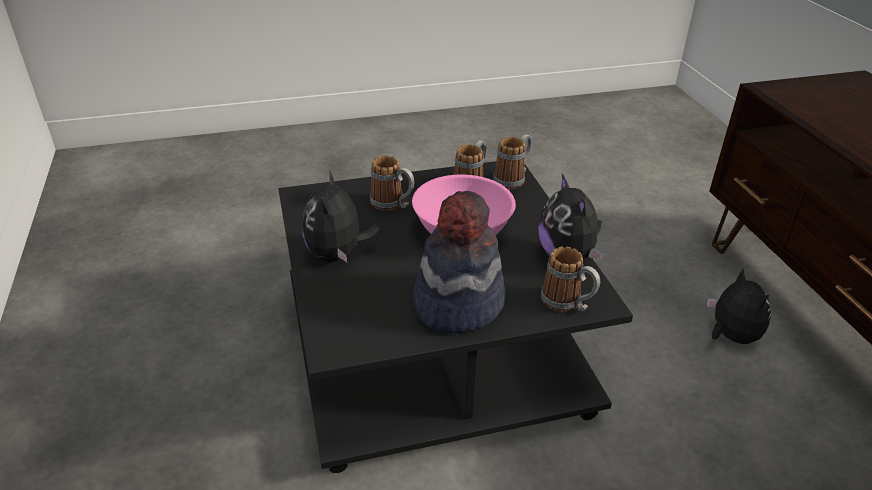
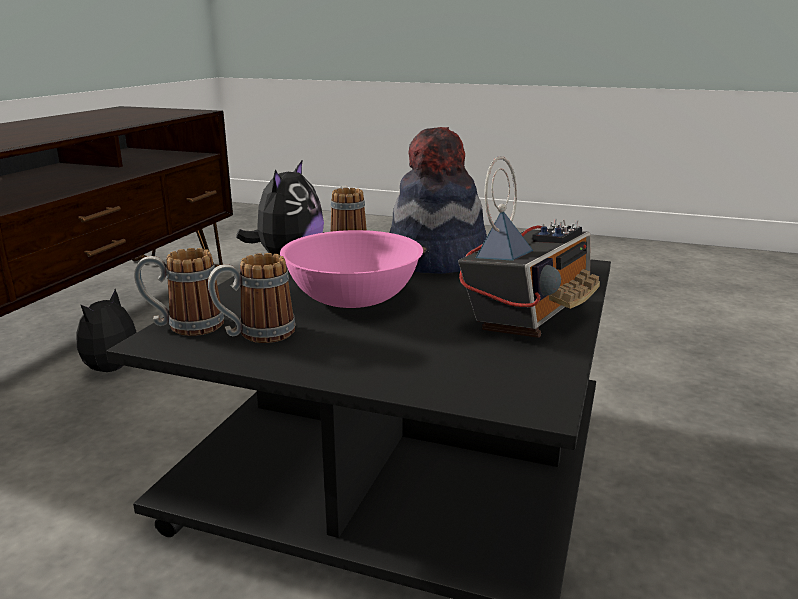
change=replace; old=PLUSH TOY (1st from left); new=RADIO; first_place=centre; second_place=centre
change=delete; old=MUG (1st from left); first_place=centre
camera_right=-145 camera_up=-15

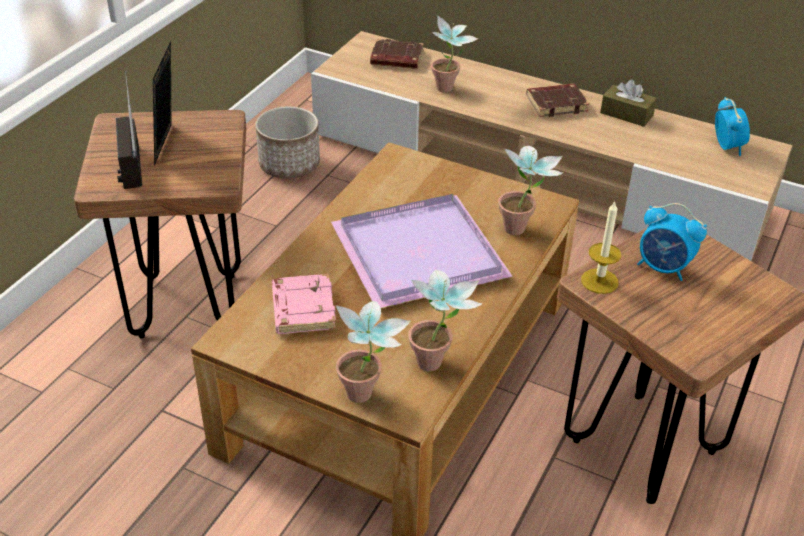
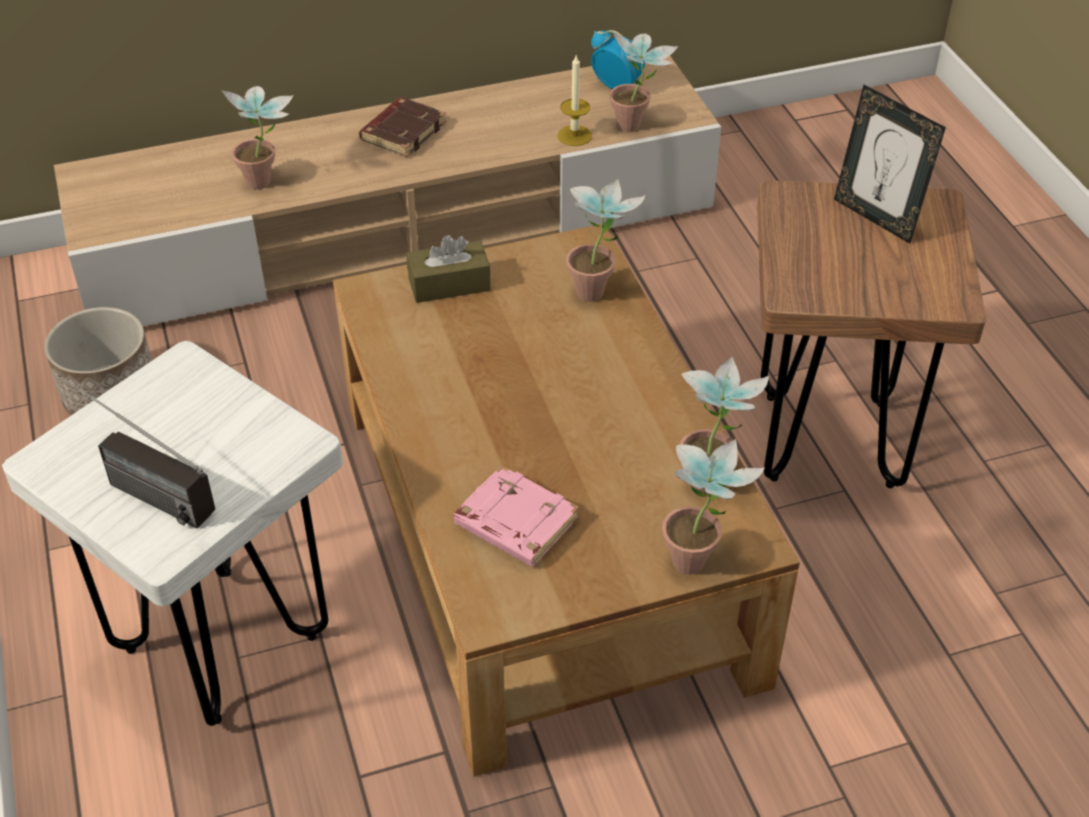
change=recolor; old=BROWN STOOL (1st from left); new=WHITE STOOL; first_place=middle left; second_place=middle left
change=move; old=BROWN TISSUE BOX; first_place=top right; second_place=top centre
change=move; old=CANDLE; first_place=middle right; second_place=top centre
change=insert; new=POTTED PLANT (3rd from left); second_place=top centre
change=move; old=PICTURE FRAME; first_place=top left; second_place=top right
change=delete; old=PURPLE TRAY; first_place=centre
change=delete; old=BROWN BOOK (1st from left); first_place=top centre
change=delete; old=ALARM CLOCK (1st from left); first_place=middle right
camera_right=-45 camera_up=5

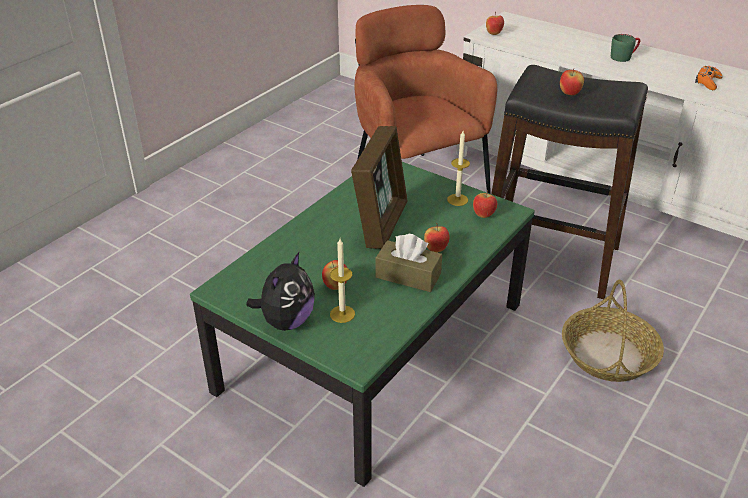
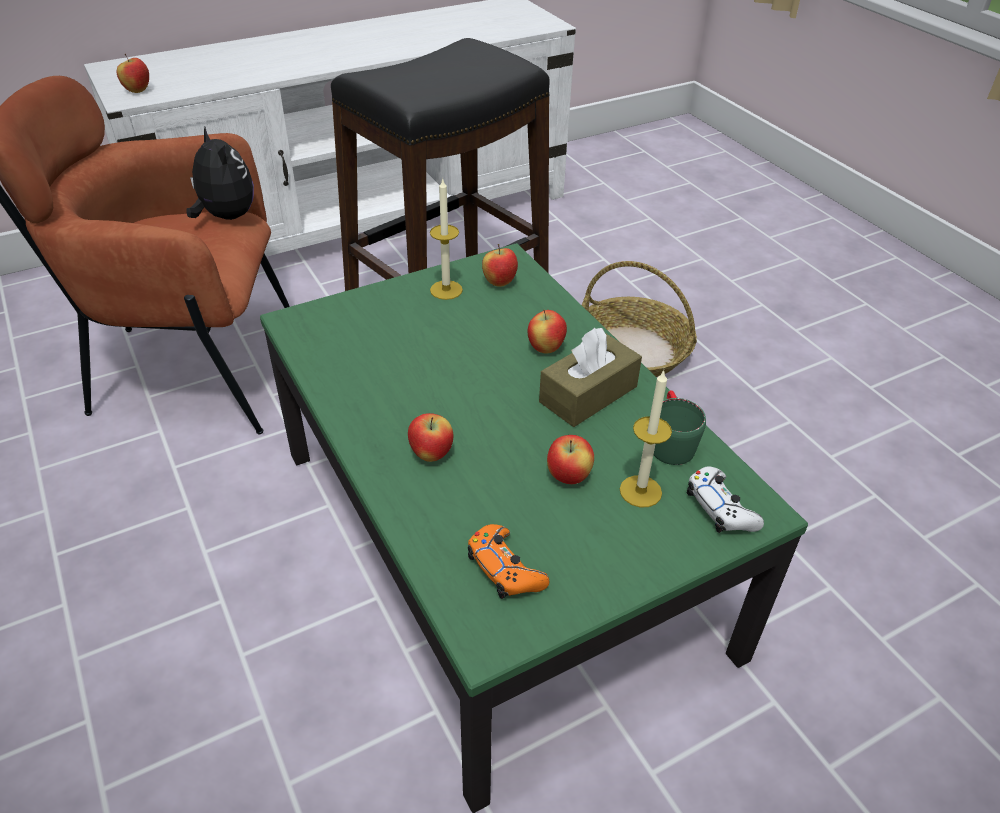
change=move; old=PLUSH TOY; first_place=centre; second_place=top left
change=move; old=APPLE (5th from left in the first image); new=APPLE (2nd from left); first_place=top right; second_place=centre
change=move; old=ORANGE GAME CONTROLLER; first_place=top right; second_place=bottom centre
change=move; old=GREEN MUG; first_place=top right; second_place=middle right
change=insert; new=WHITE GAME CONTROLLER; second_place=middle right
change=delete; old=PICTURE FRAME; first_place=centre
camera_right=-65 camera_up=5

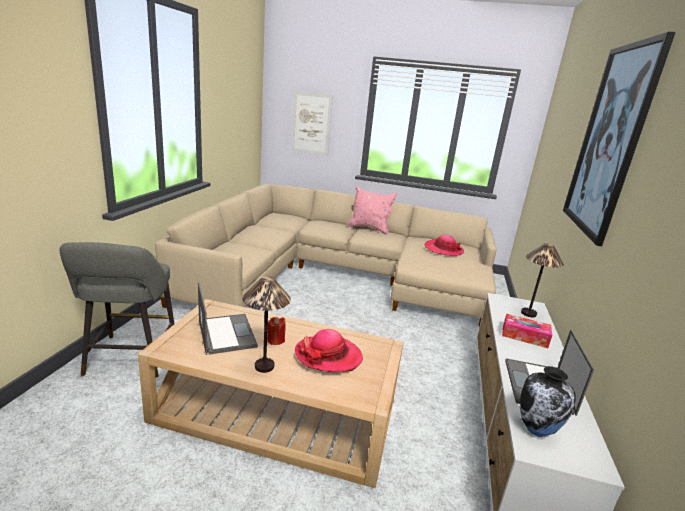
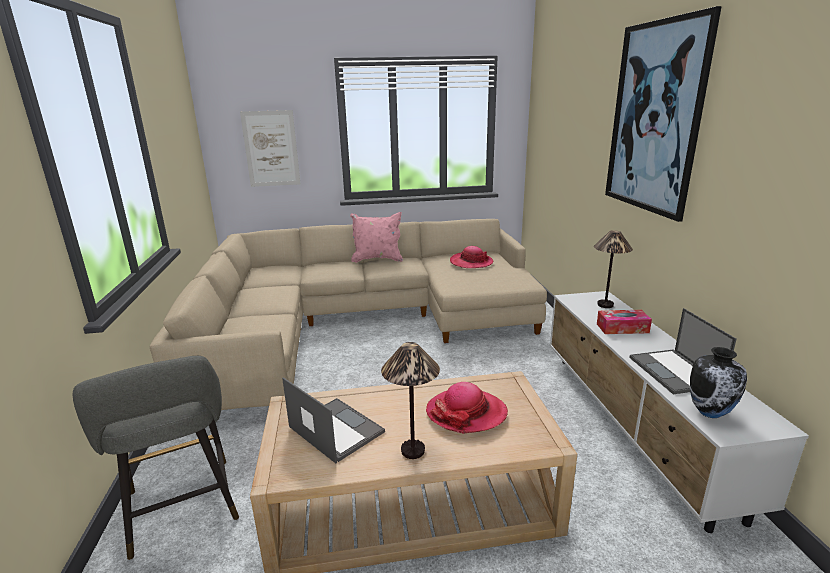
change=delete; old=RED CANDLE; first_place=centre
camera_right=-20 camera_up=0

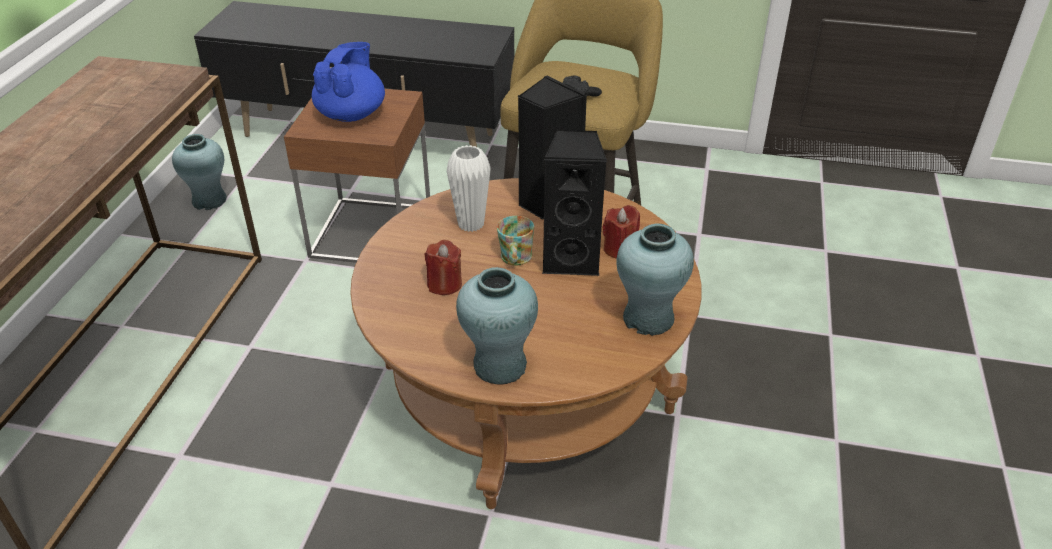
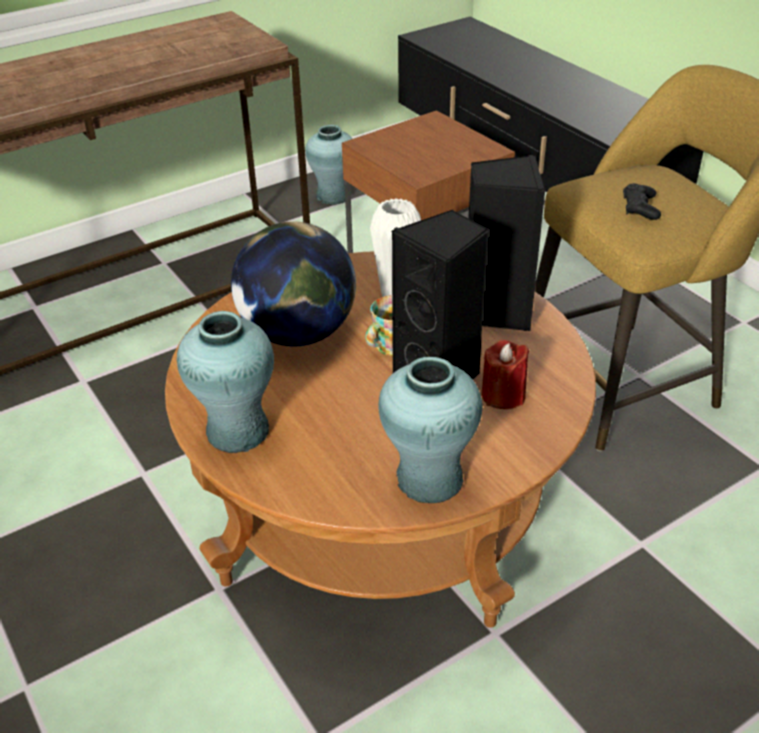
change=replace; old=RED CANDLE (1st from left); new=GLOBE; first_place=centre; second_place=centre
change=delete; old=BLUE TEAPOT; first_place=top left
camera_right=45 camera_up=0

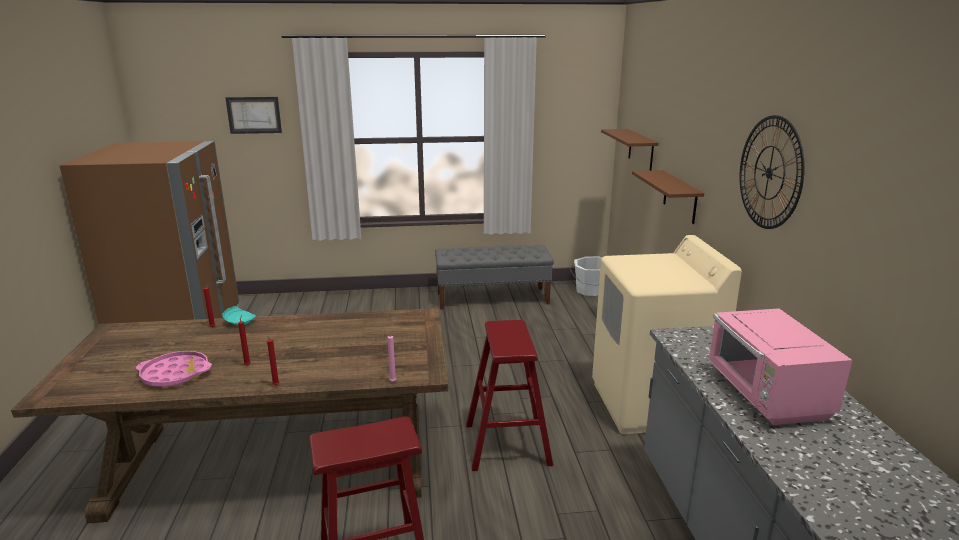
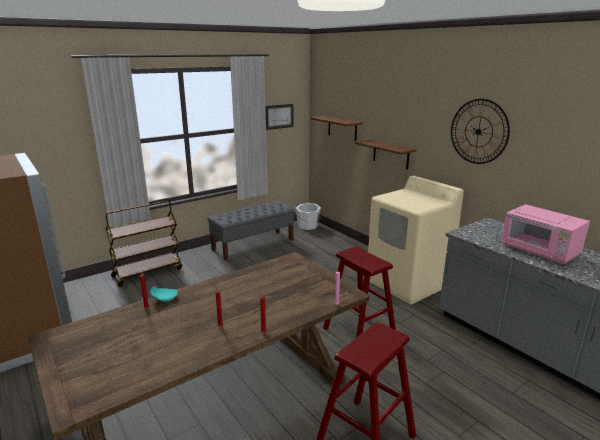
change=insert; new=BROWN CART; second_place=middle left
change=move; old=PICTURE; first_place=top left; second_place=top centre
change=delete; old=PINK TRAY; first_place=bottom left
camera_right=-30 camera_up=0

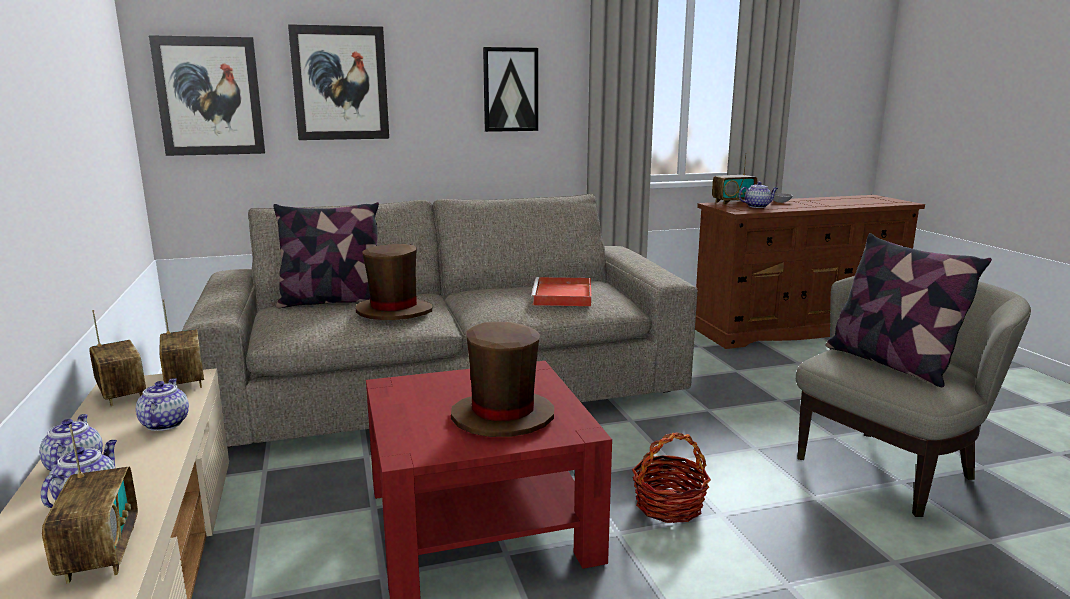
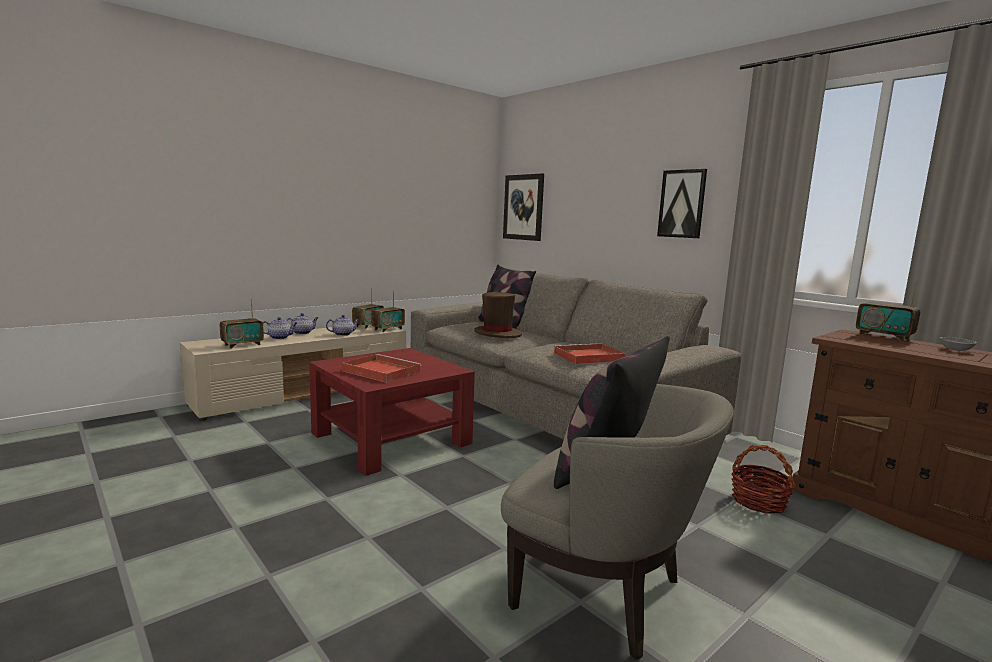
change=replace; old=BROWN HAT (2nd from left); new=RED TRAY (1st from left); first_place=centre; second_place=centre
change=move; old=BASKET; first_place=bottom centre; second_place=bottom right
change=delete; old=PICTURE (2nd from left); first_place=top left
change=delete; old=TEAPOT (4th from left); first_place=top right
camera_right=65 camera_up=-5

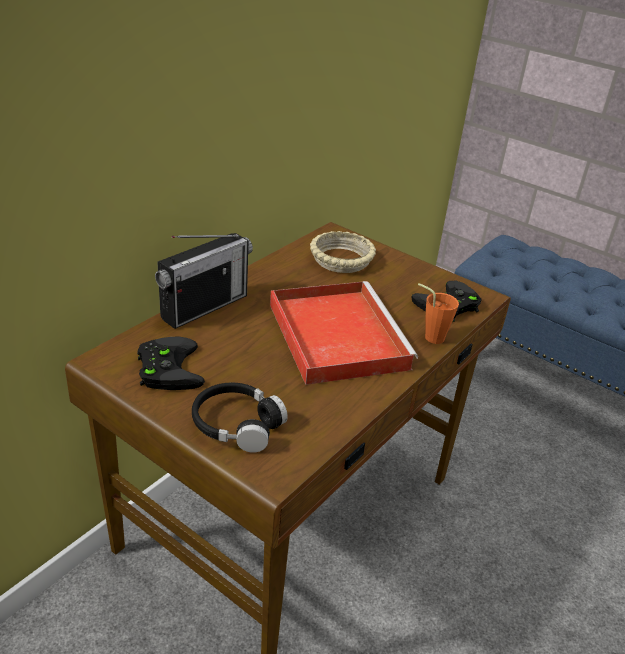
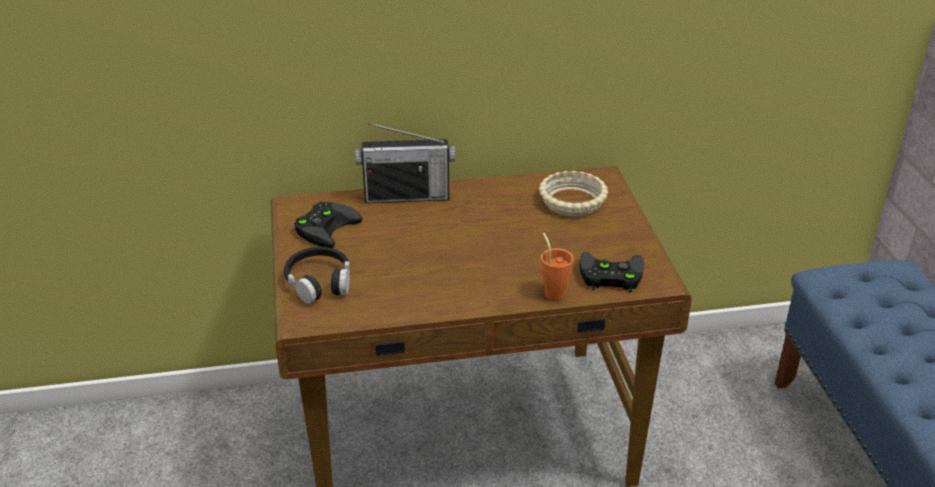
change=delete; old=RED TRAY; first_place=centre
camera_right=45 camera_up=0

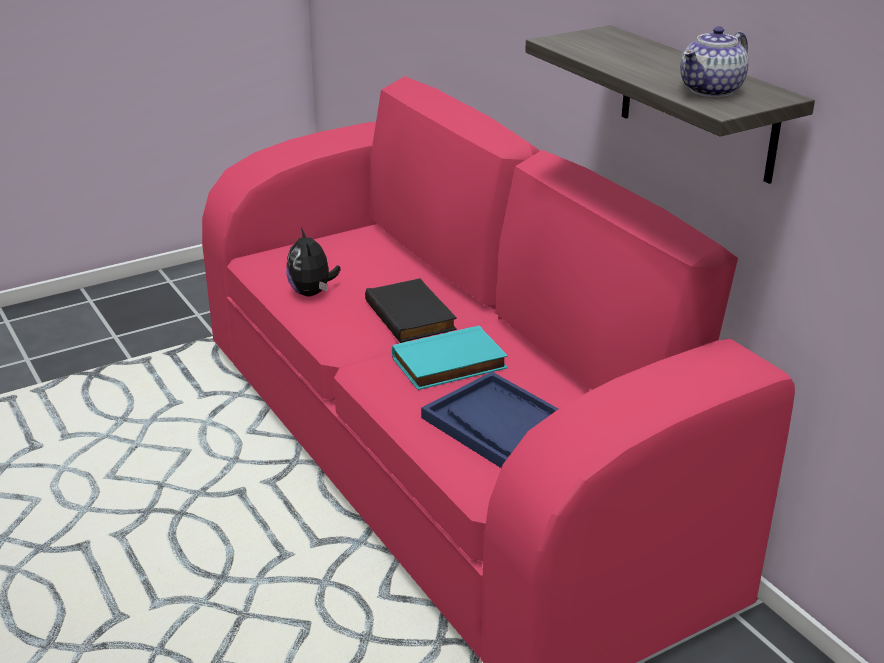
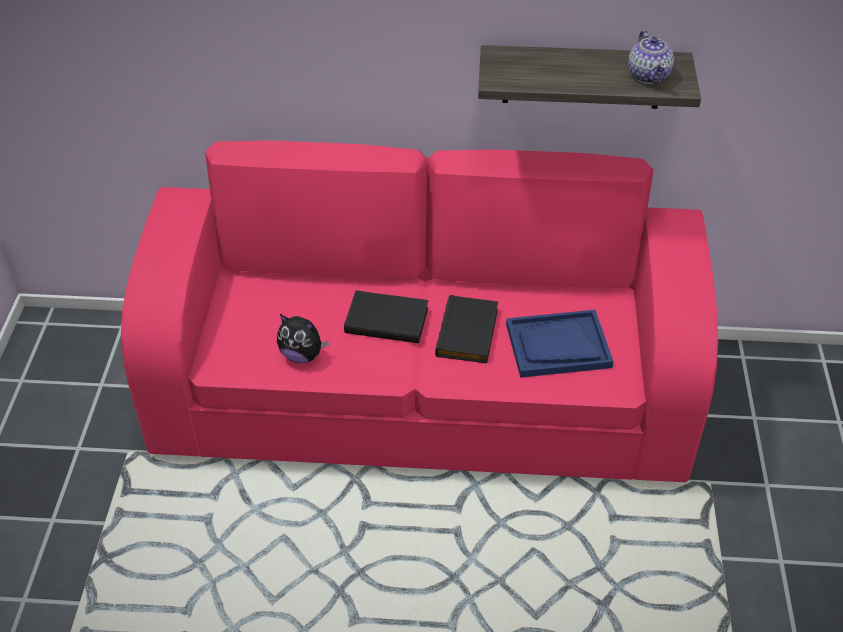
change=recolor; old=TURQUOISE BOOK; new=BLACK BOOK (2nd from left); first_place=centre; second_place=centre
camera_right=-55 camera_up=15

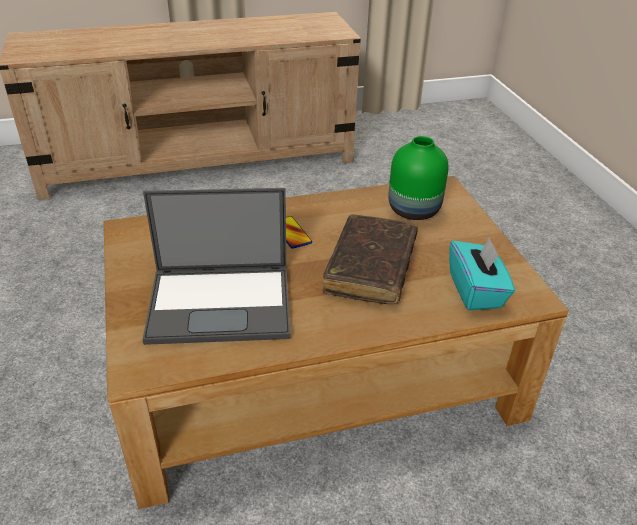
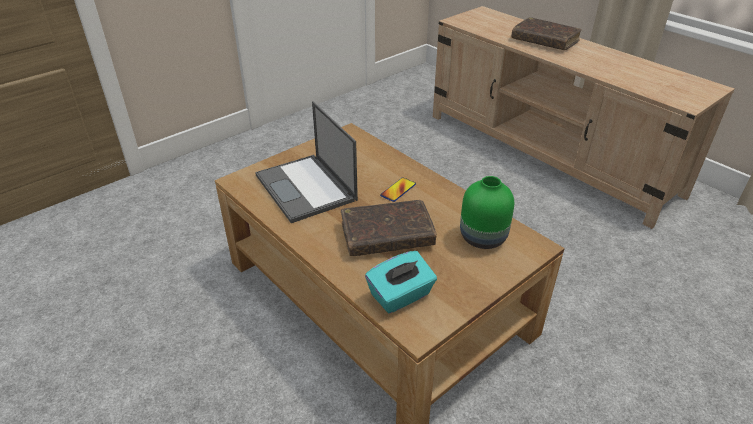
change=insert; new=BROWN BOOK (2nd from left); second_place=top right
camera_right=65 camera_up=0

